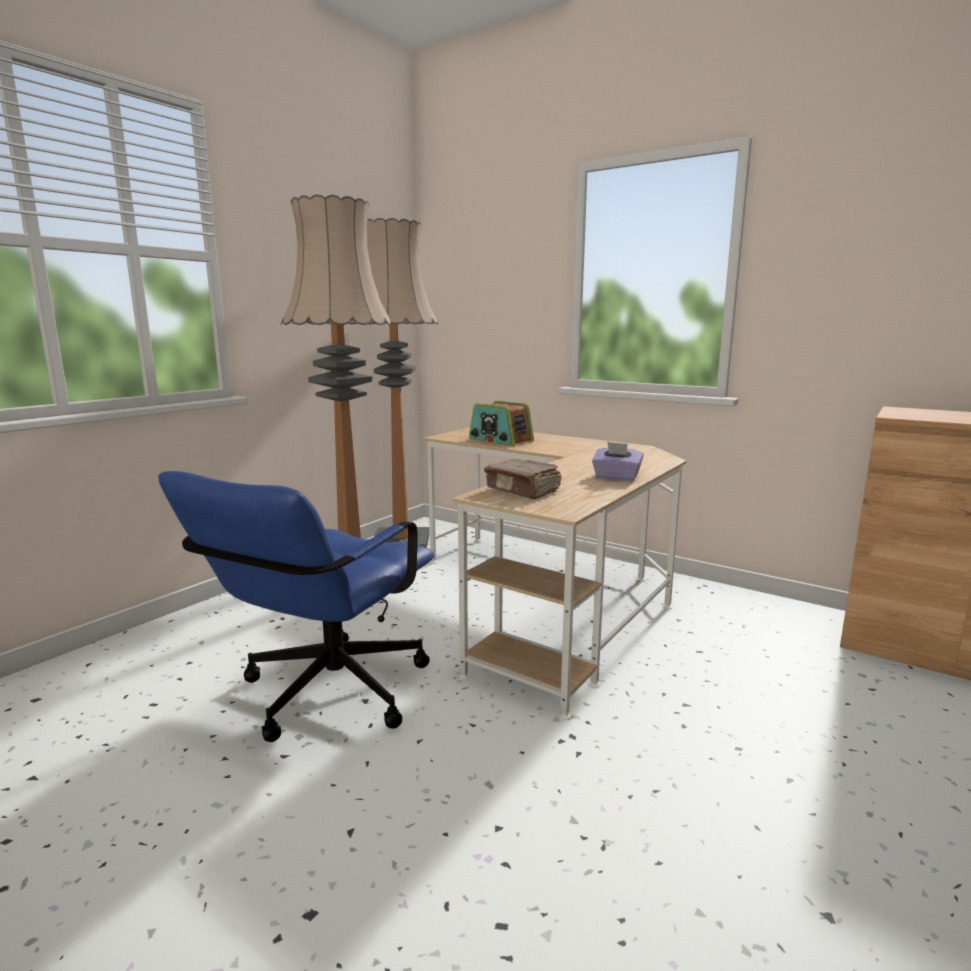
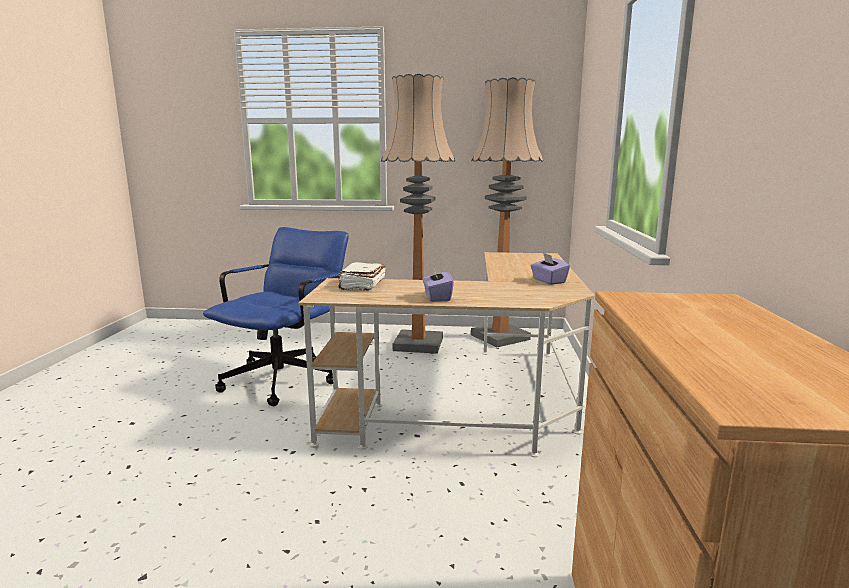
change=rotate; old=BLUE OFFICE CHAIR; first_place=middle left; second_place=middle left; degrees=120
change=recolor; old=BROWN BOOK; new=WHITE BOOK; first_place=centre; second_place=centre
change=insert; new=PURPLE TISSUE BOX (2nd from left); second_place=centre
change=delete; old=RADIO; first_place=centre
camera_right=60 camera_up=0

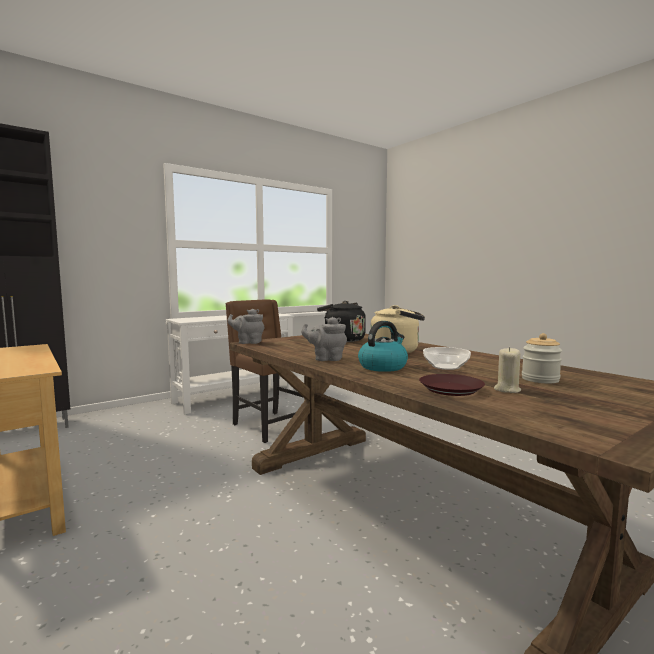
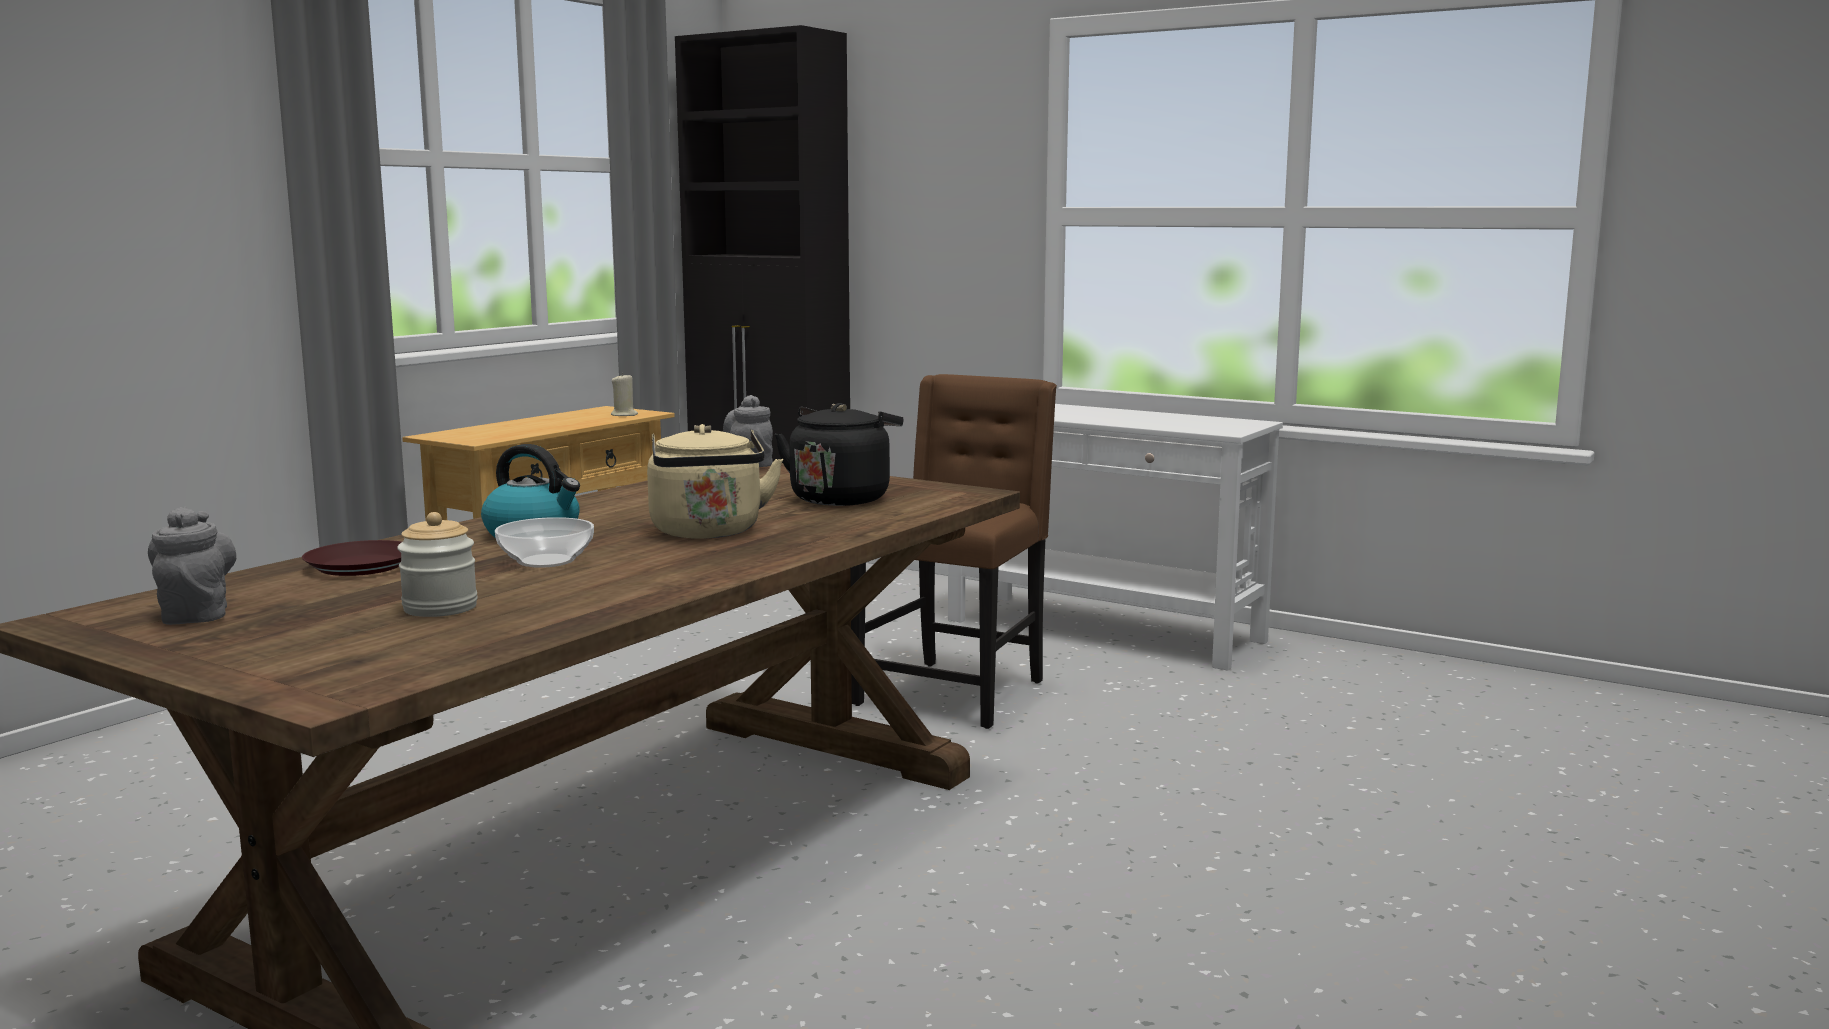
change=move; old=GREY TEAPOT (2nd from left in the first image); new=GREY TEAPOT (1st from left); first_place=centre; second_place=middle left
change=move; old=BEIGE CANDLE; first_place=middle right; second_place=centre
camera_right=70 camera_up=5

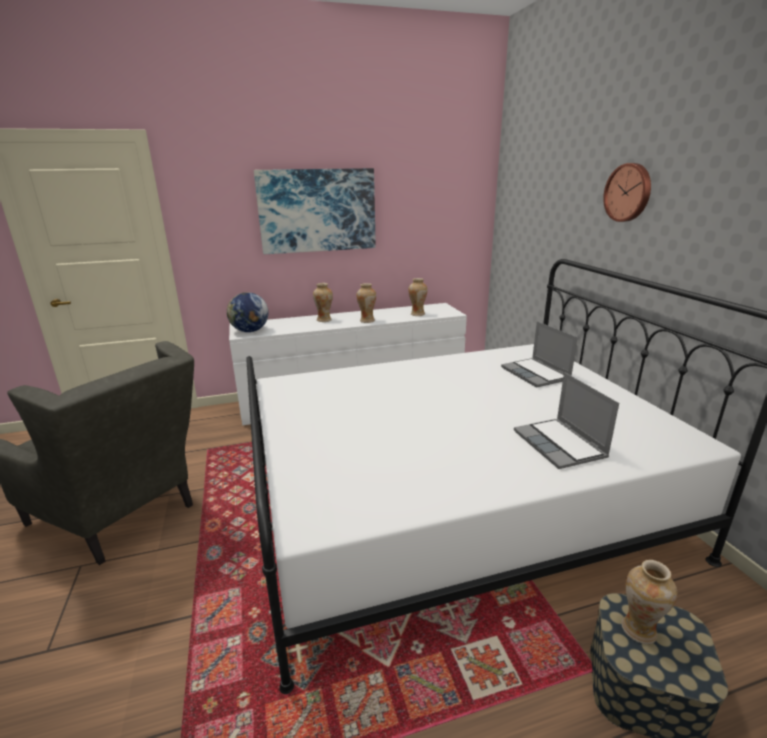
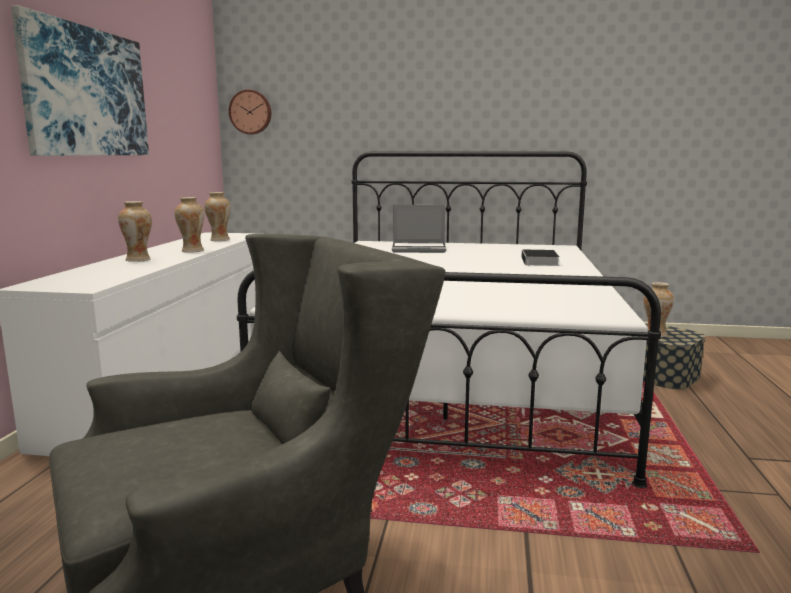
change=move; old=WALL CLOCK; first_place=top right; second_place=top left
change=replace; old=LAPTOP (2nd from left); new=BOOK; first_place=middle right; second_place=middle right
change=delete; old=GLOBE; first_place=middle left
camera_right=-65 camera_up=-10

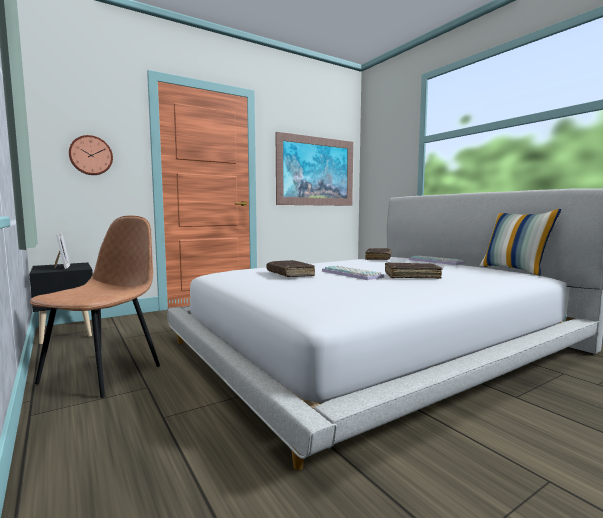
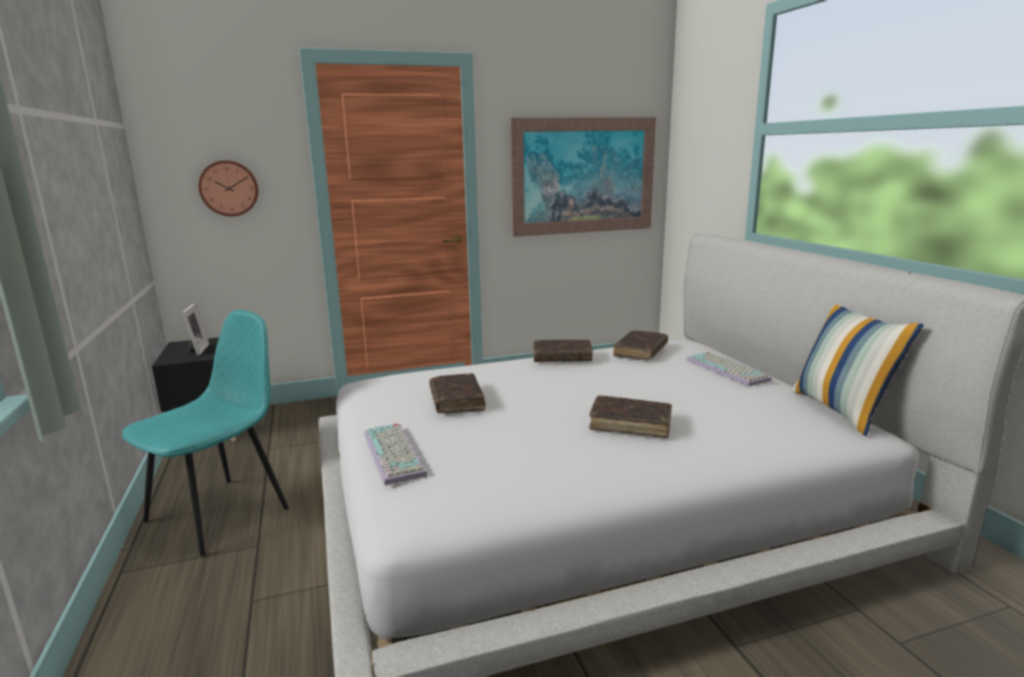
change=recolor; old=BROWN CHAIR; new=TURQUOISE CHAIR; first_place=middle left; second_place=middle left
change=move; old=KEYBOARD (1st from left); first_place=centre; second_place=bottom centre
change=insert; new=BROWN BOOK (2nd from left); second_place=centre
camera_right=15 camera_up=10

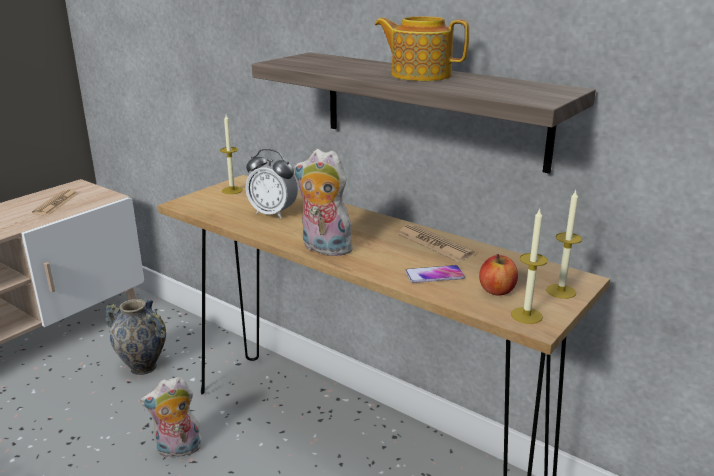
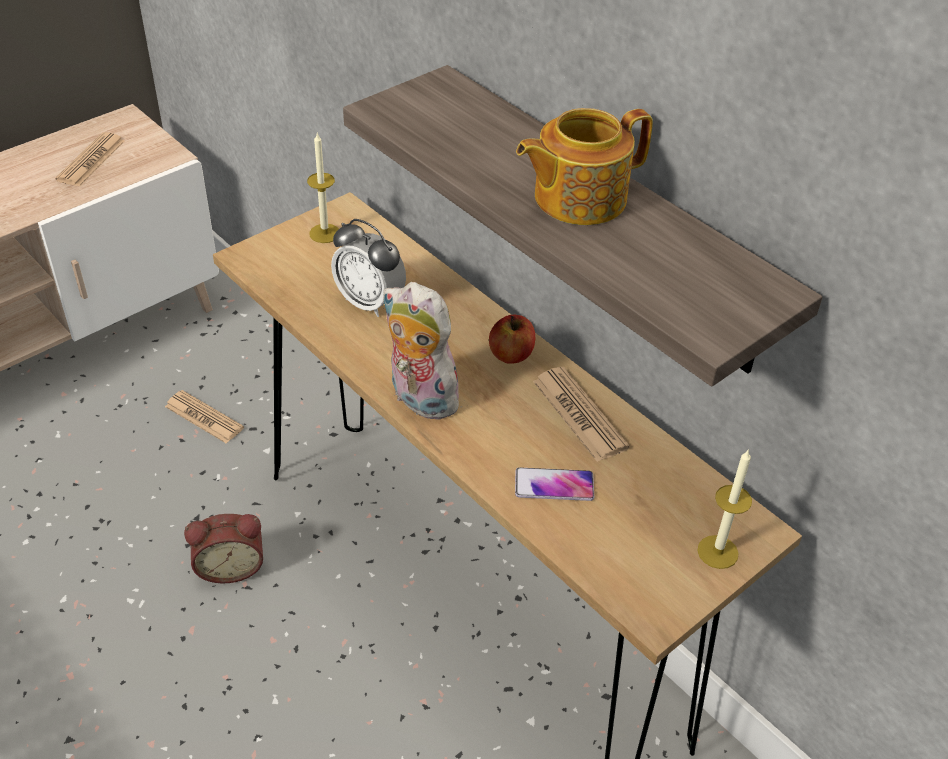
change=replace; old=VASE; new=NEWSPAPER (2nd from left); first_place=bottom left; second_place=middle left
change=replace; old=PLUSH TOY (1st from left); new=ALARM CLOCK (1st from left); first_place=bottom left; second_place=bottom left
change=move; old=APPLE; first_place=middle right; second_place=centre
change=rotate; old=TEAPOT; first_place=top centre; second_place=top centre; degrees=-60
change=delete; old=CANDLE (2nd from left); first_place=middle right
camera_right=10 camera_up=20

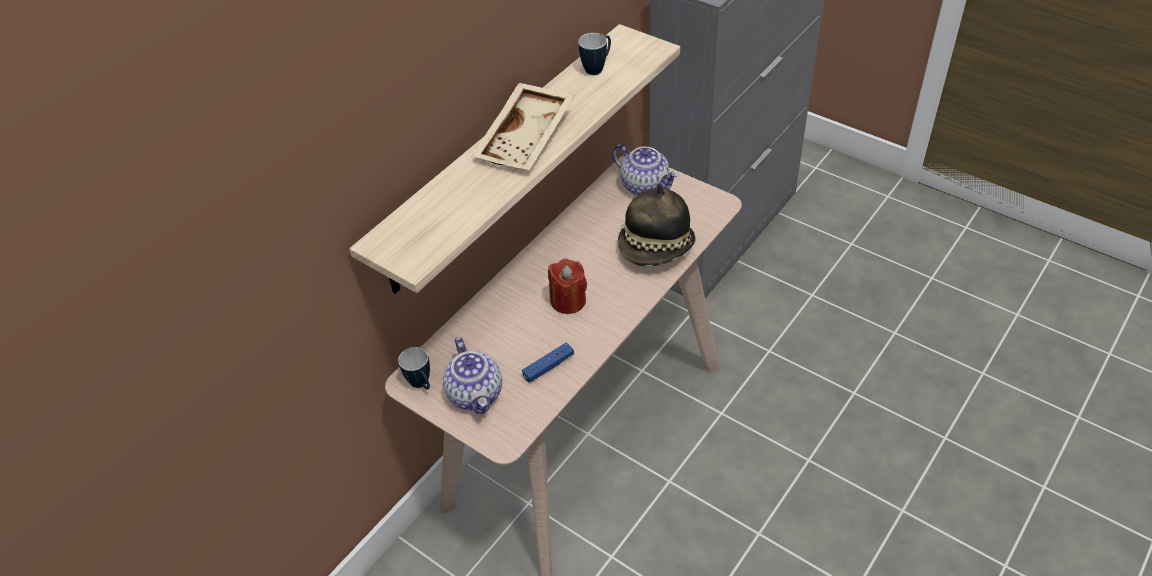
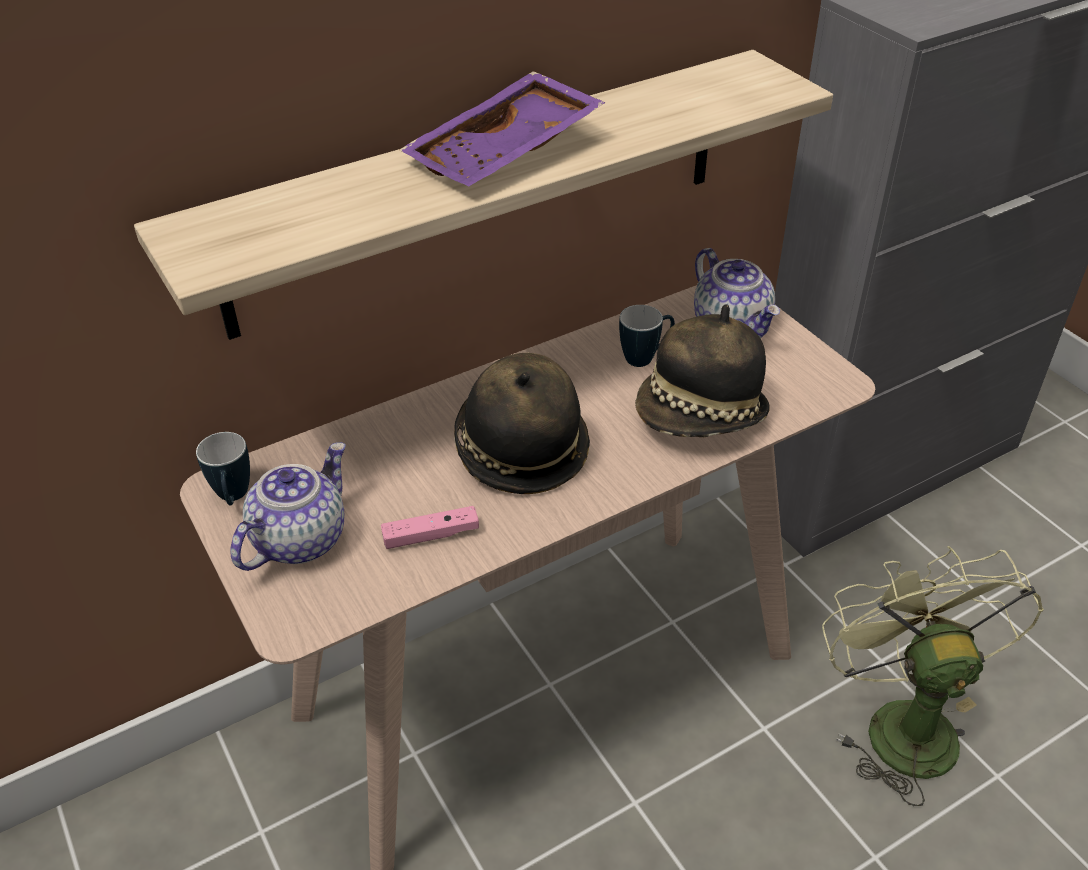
change=rotate; old=TEAPOT (1st from left); first_place=centre; second_place=middle left; degrees=-150
change=recolor; old=BLUE GAME CONTROLLER; new=PINK GAME CONTROLLER; first_place=centre; second_place=centre
change=recolor; old=BEIGE TRAY; new=PURPLE TRAY; first_place=top centre; second_place=top centre
change=replace; old=RED CANDLE; new=HAT (1st from left); first_place=centre; second_place=centre
change=move; old=MUG (2nd from left); first_place=top centre; second_place=centre
change=insert; new=GREEN FAN; second_place=bottom right
camera_right=20 camera_up=-5

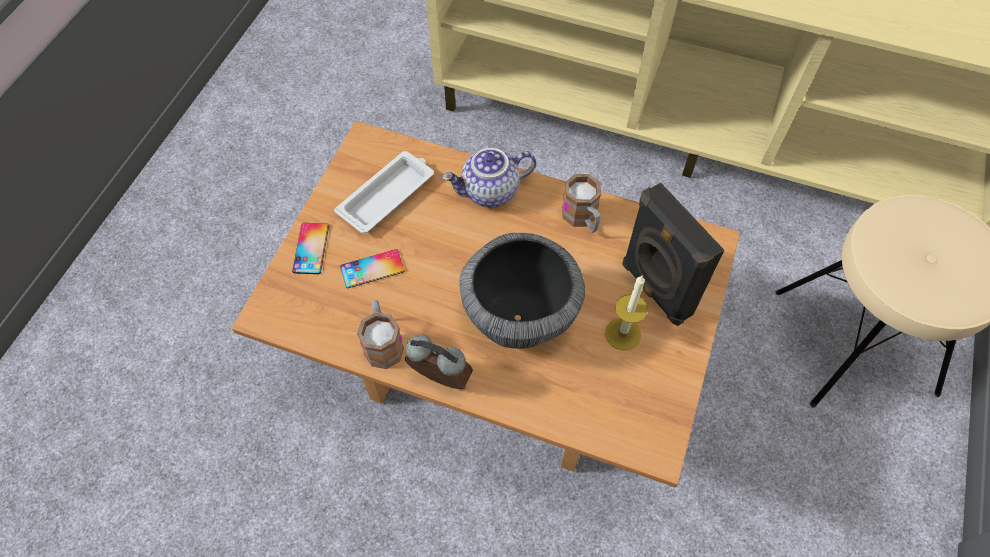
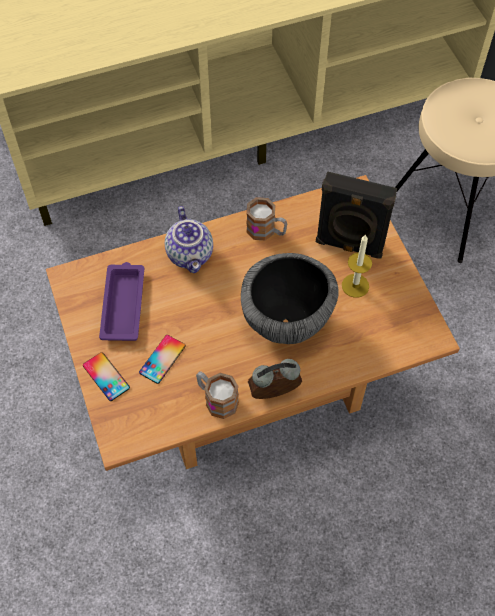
change=recolor; old=WHITE TRAY; new=PURPLE TRAY; first_place=centre; second_place=middle left
change=rotate; old=TEAPOT; first_place=top centre; second_place=centre; degrees=-45
camera_right=-40 camera_up=0

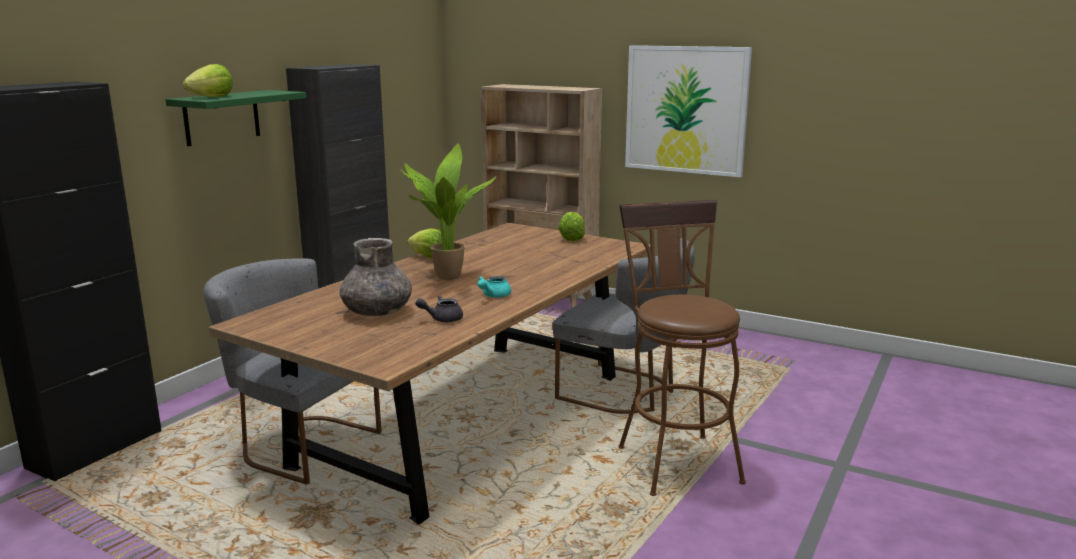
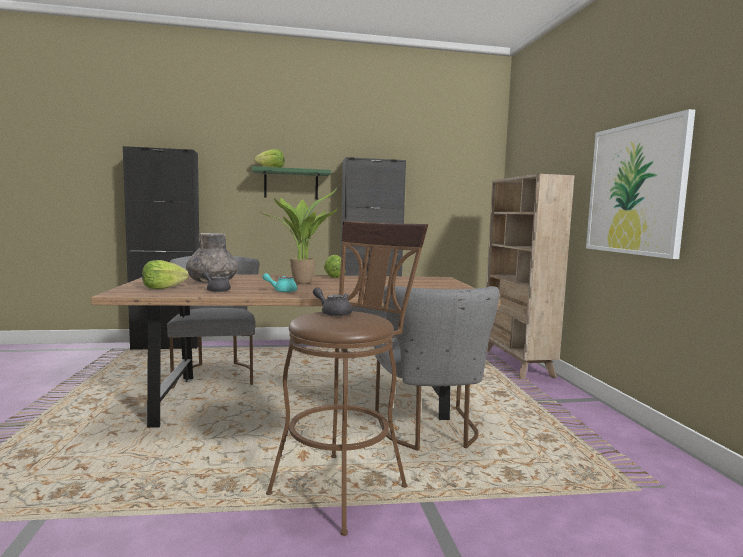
change=move; old=LETTUCE (3rd from left in the first image); new=LETTUCE (1st from left); first_place=centre; second_place=middle left
change=insert; new=GREY TEAPOT (2nd from left); second_place=centre
camera_right=50 camera_up=-10

